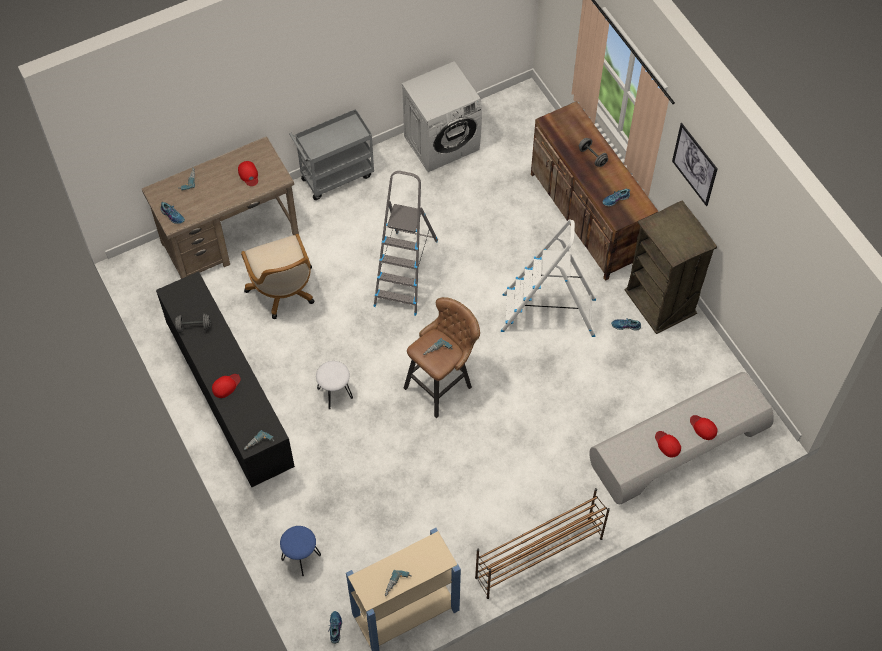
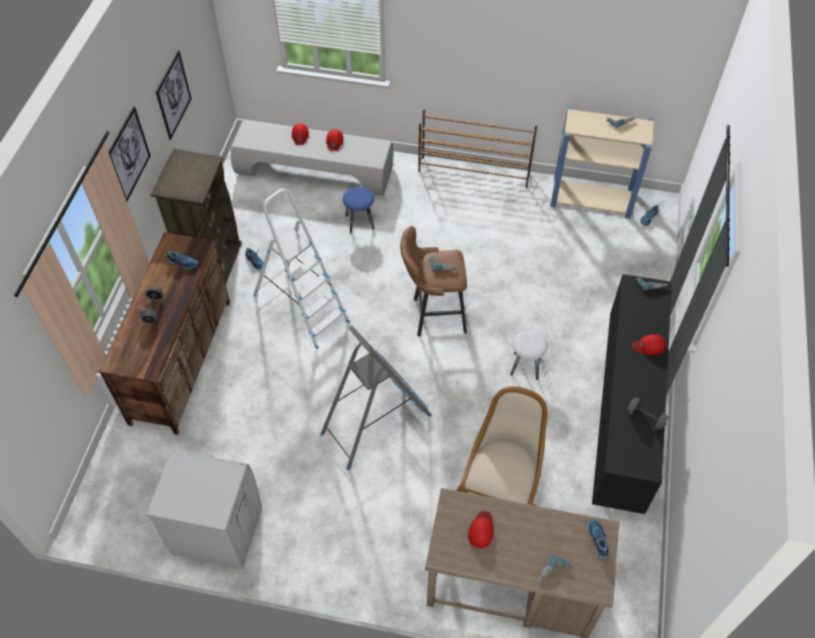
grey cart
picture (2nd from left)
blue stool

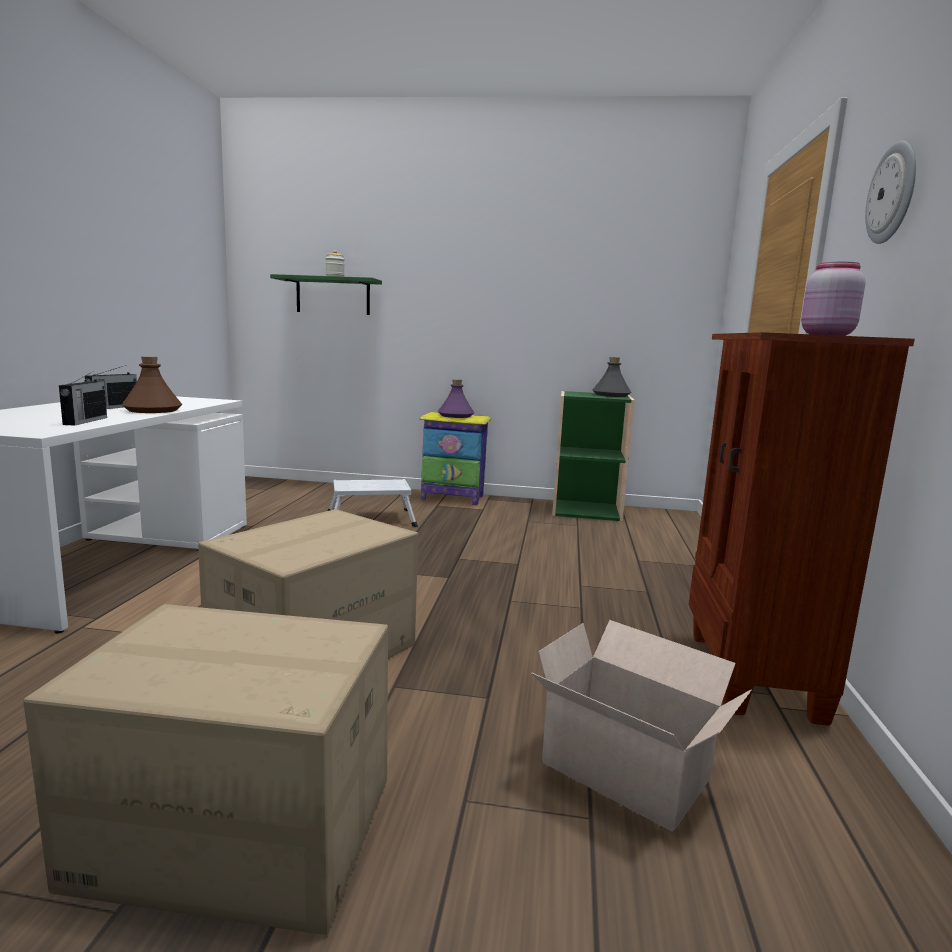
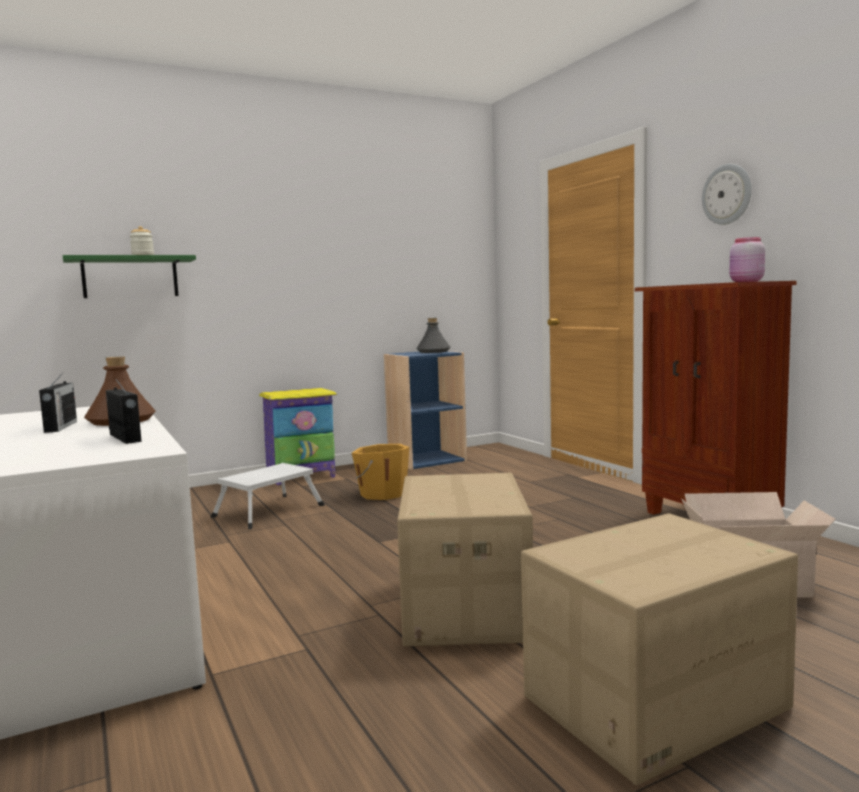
purple bottle
orange bucket
blue bookcase

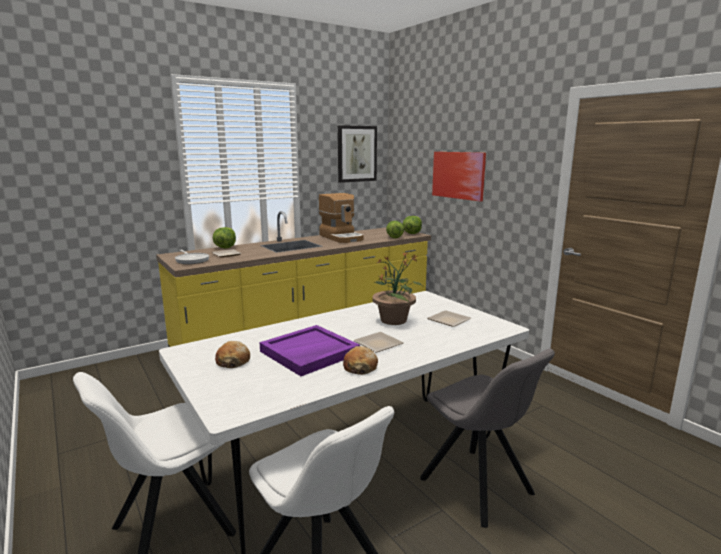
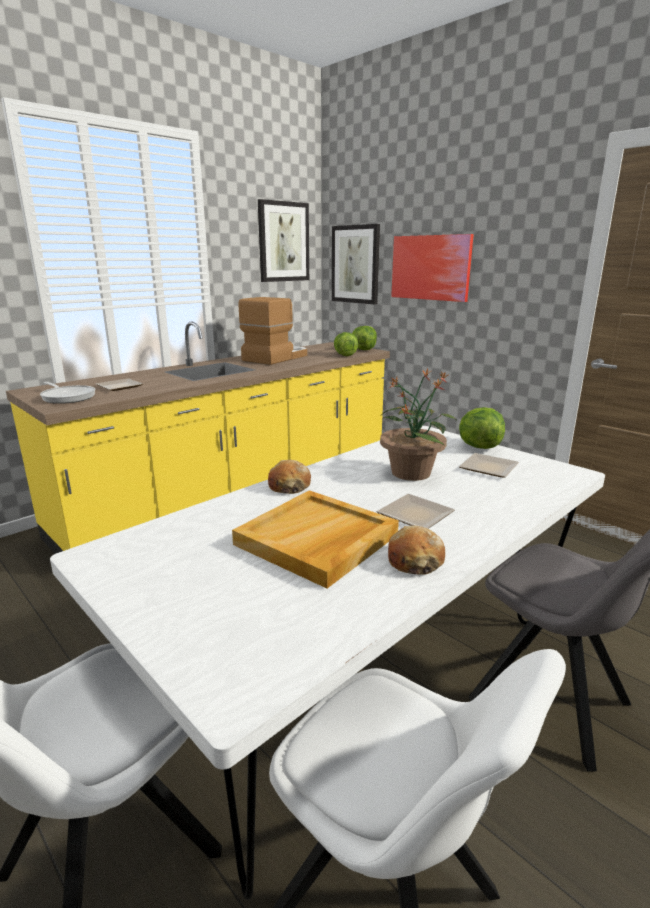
picture (2nd from left)
lettuce (3rd from left)
bread (1st from left)
beige tray
coffee machine

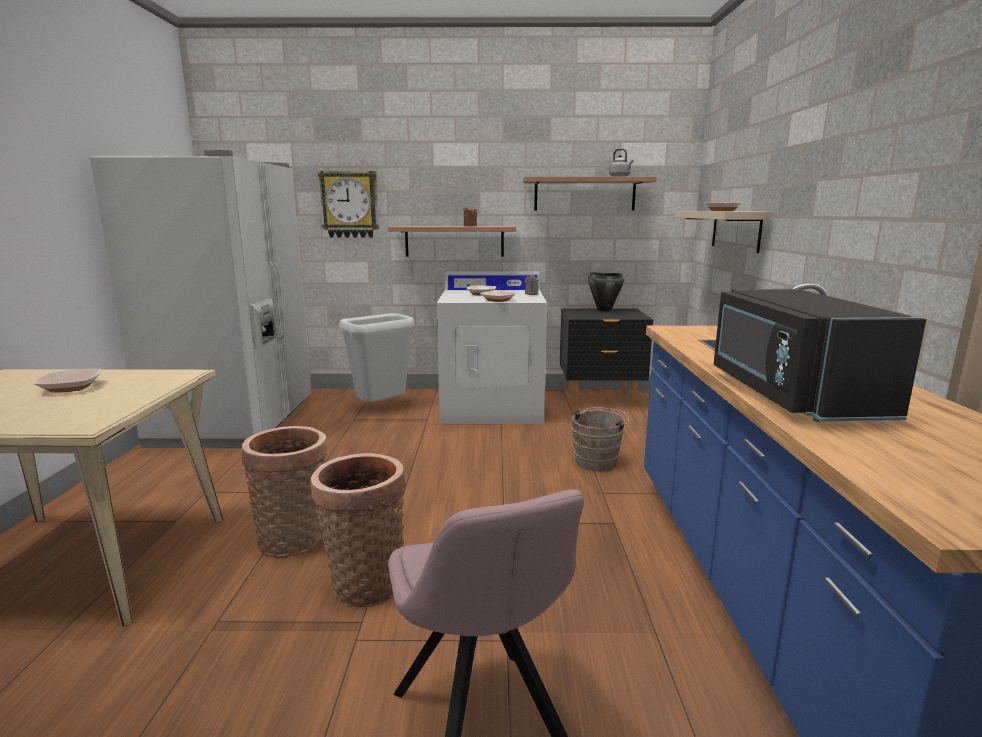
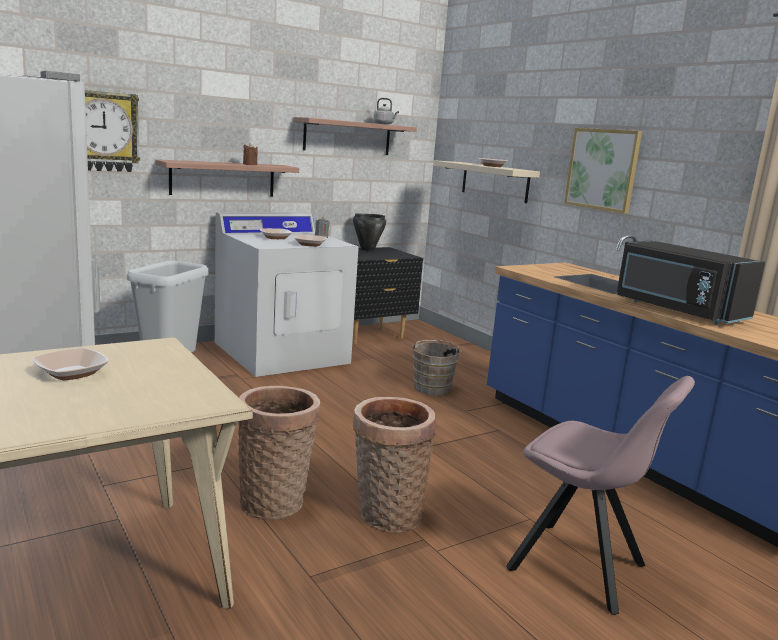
picture

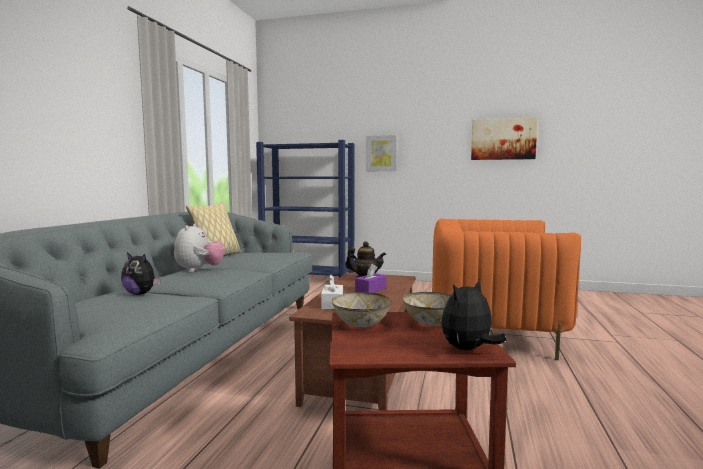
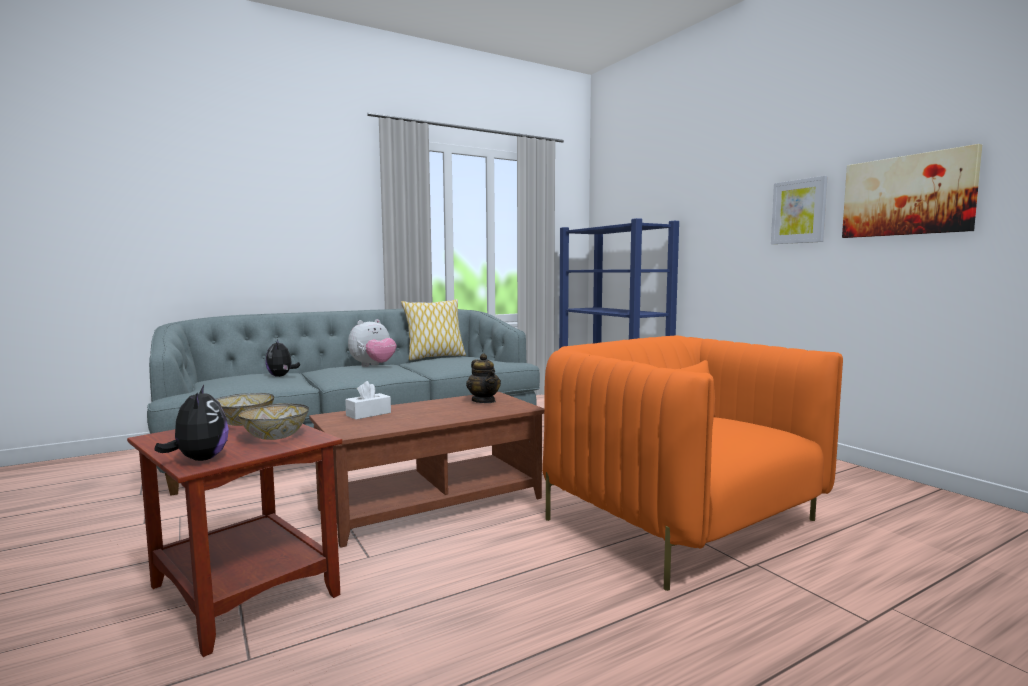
purple tissue box
picture (1st from left)
plush toy (1st from left)

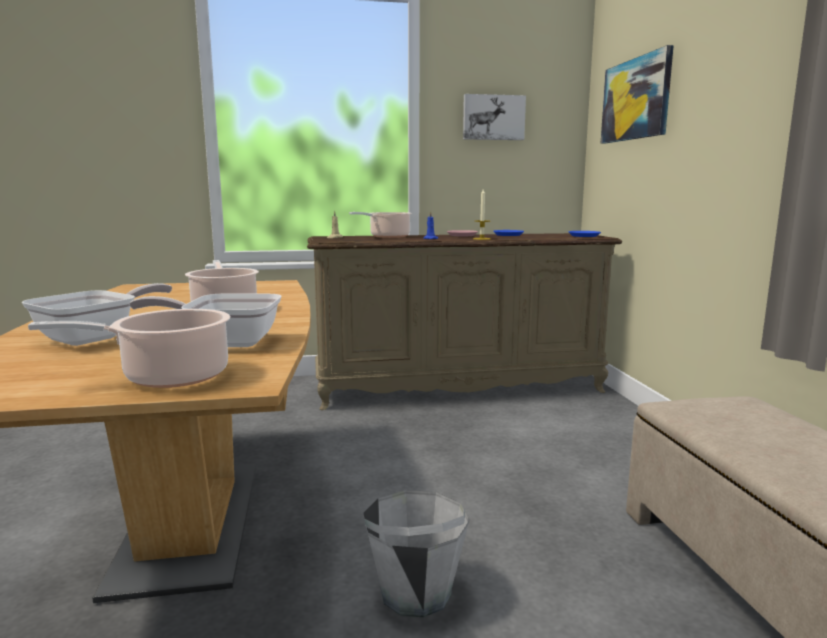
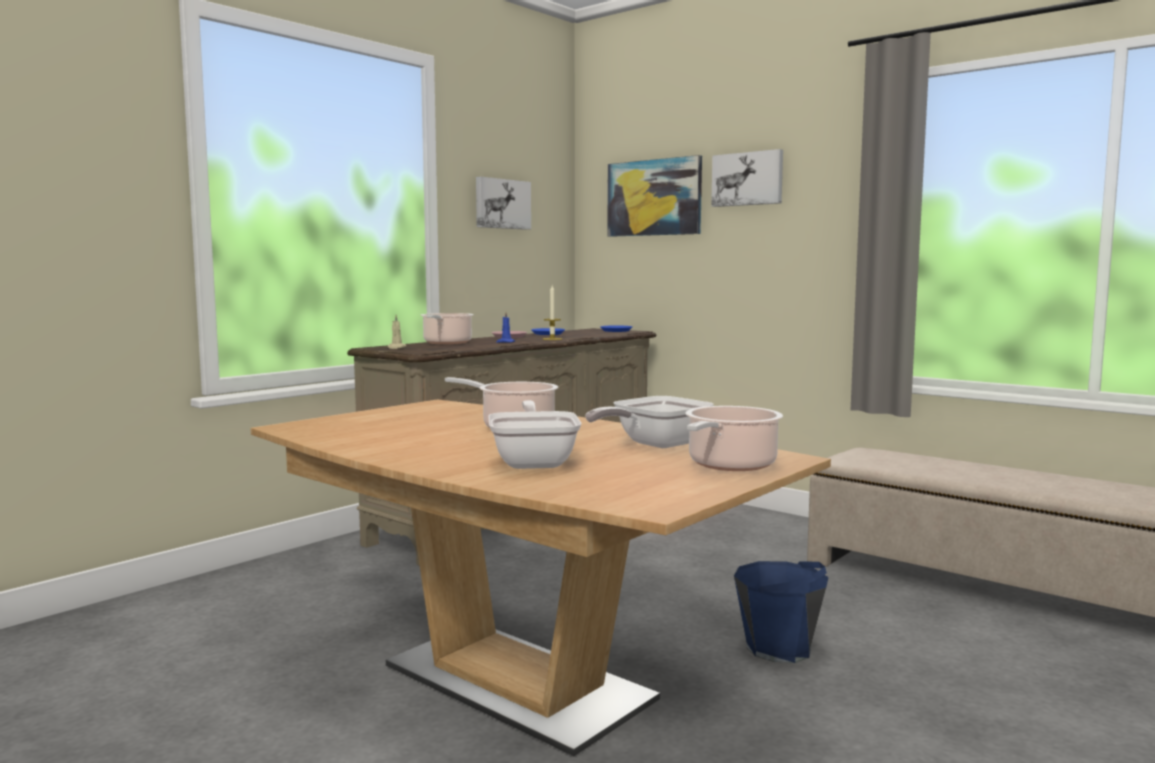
picture (3rd from left)
blue bucket

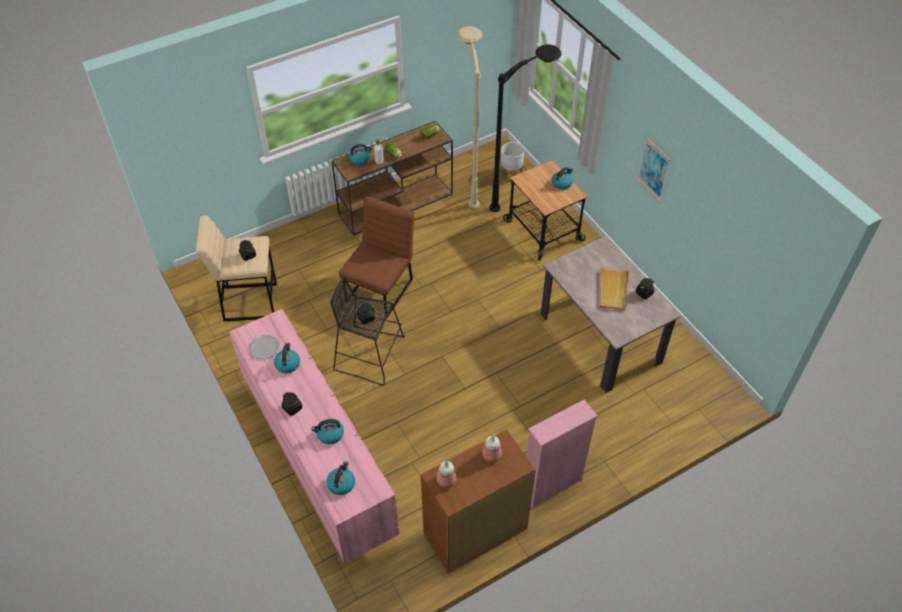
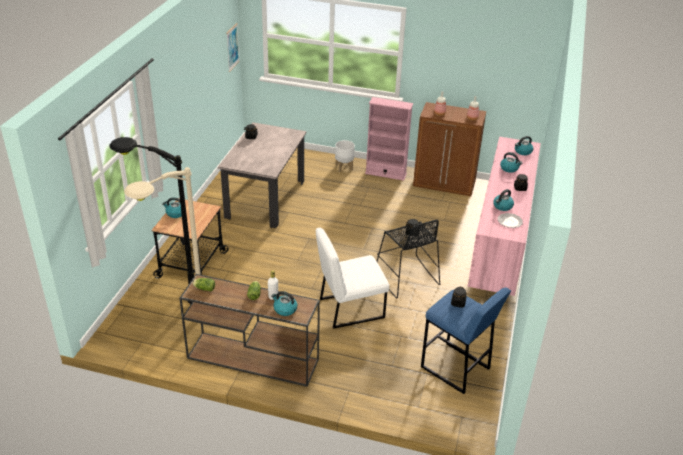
beige tray
white planter
picture
blue stool
white chair

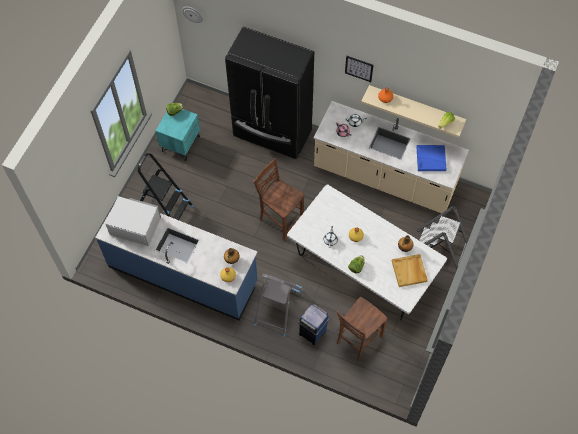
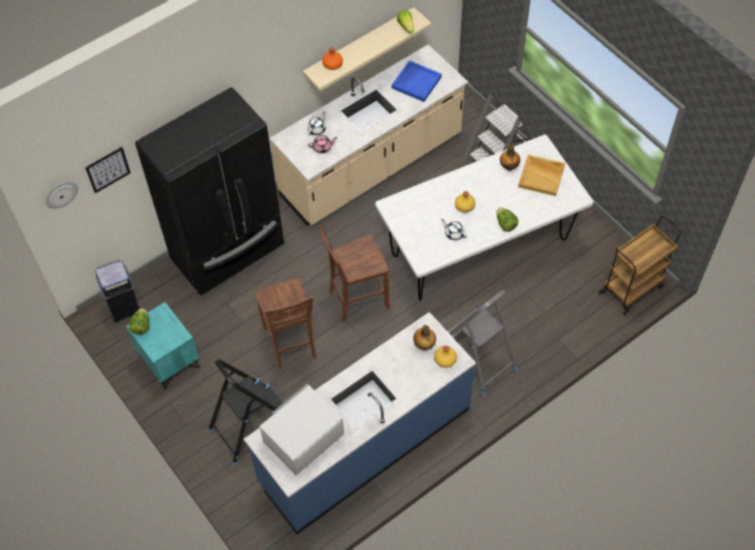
brown cart
blue trash can
brown chair (1st from left)
picture

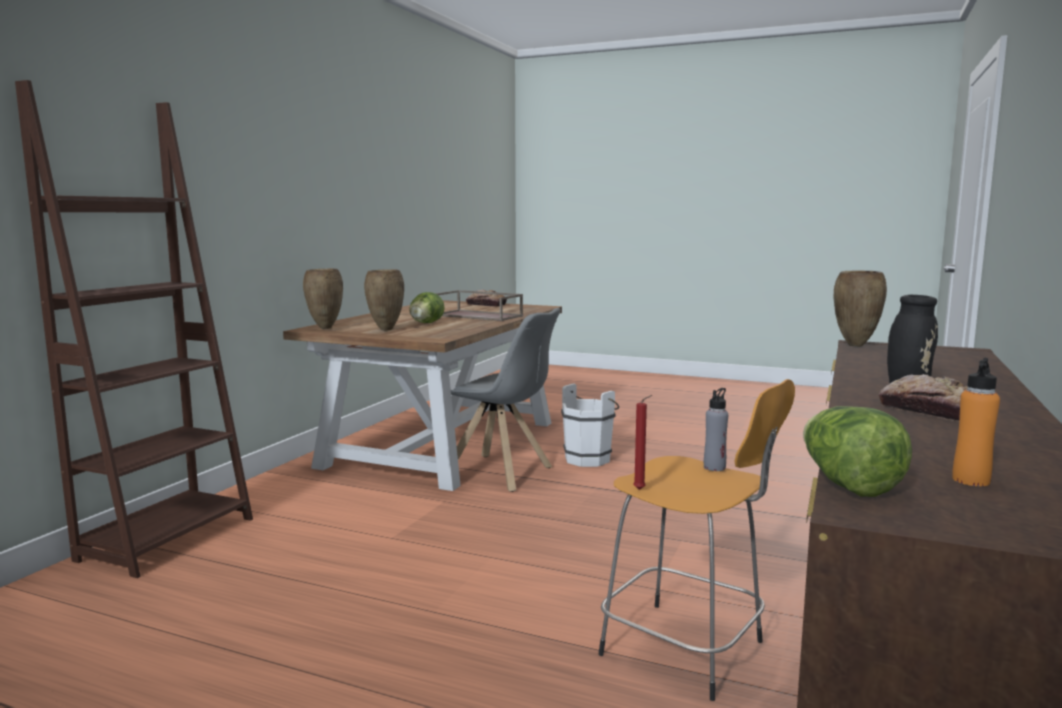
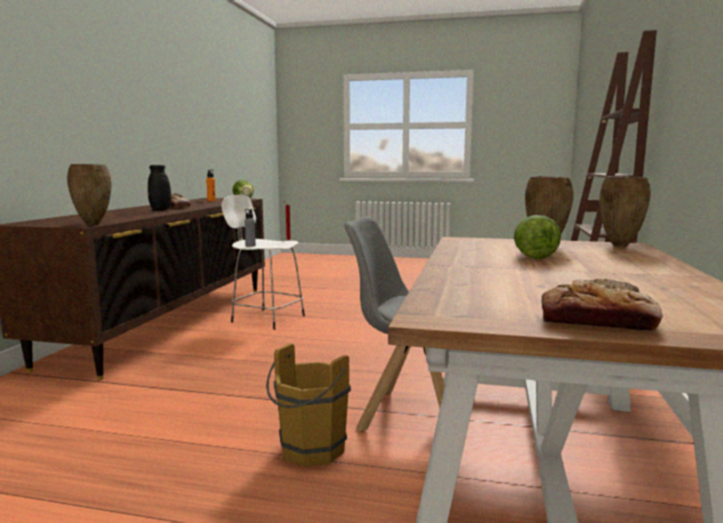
brown tray
brown bucket
white stool

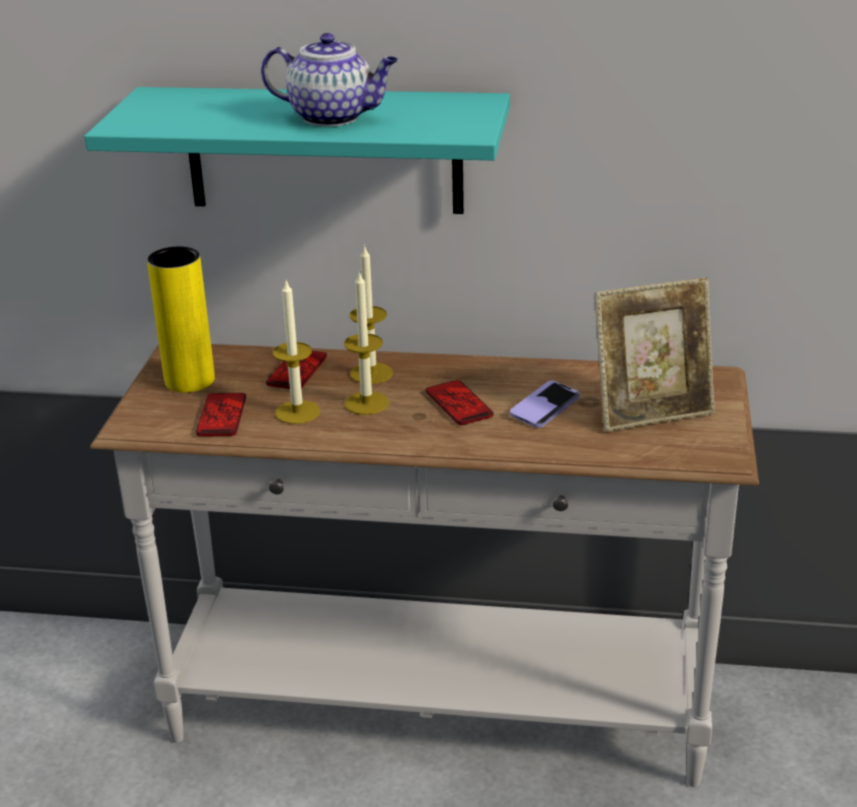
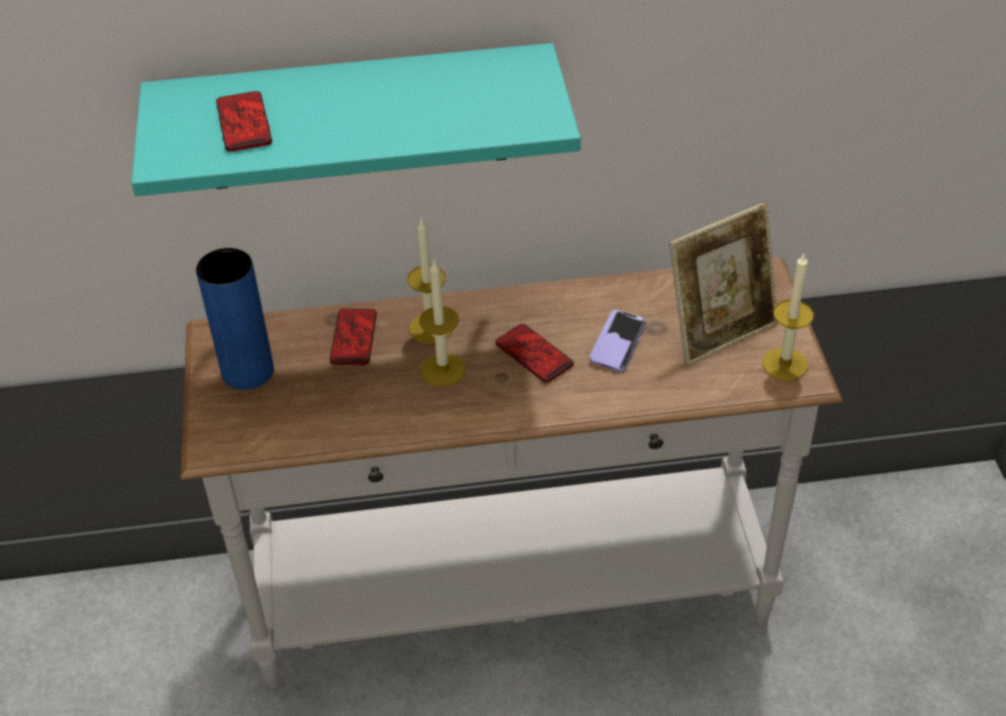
teapot
phone (1st from left)
candle (3rd from left)
blue vase

